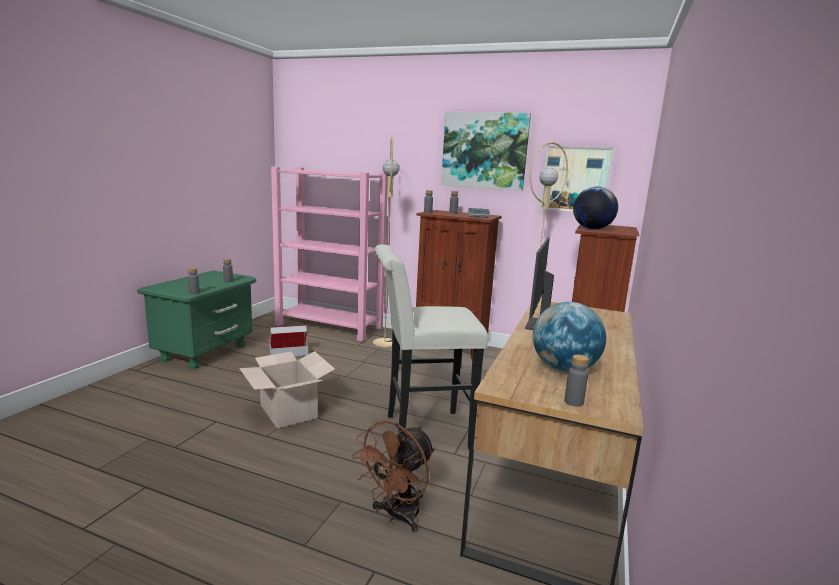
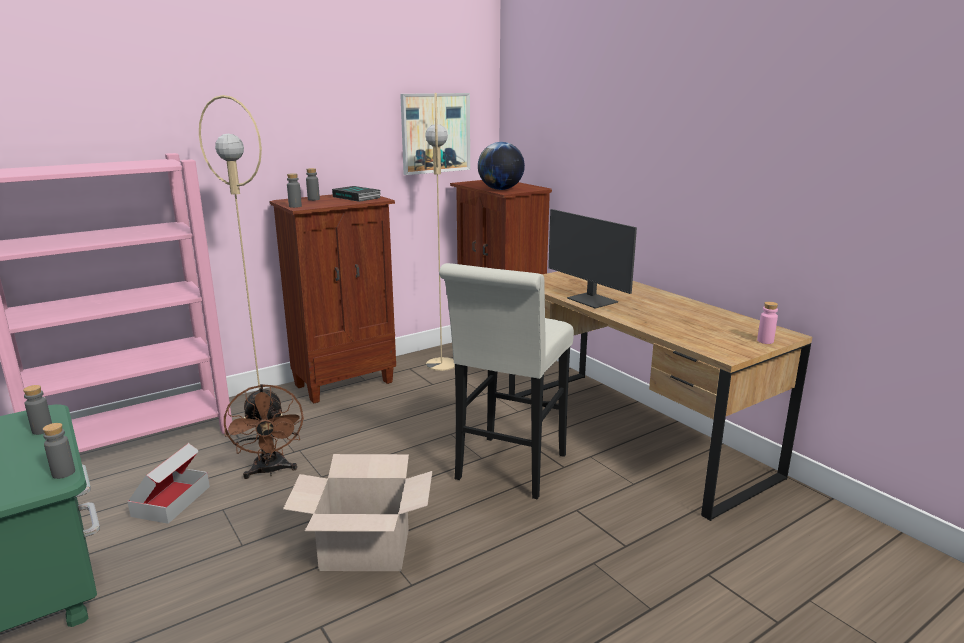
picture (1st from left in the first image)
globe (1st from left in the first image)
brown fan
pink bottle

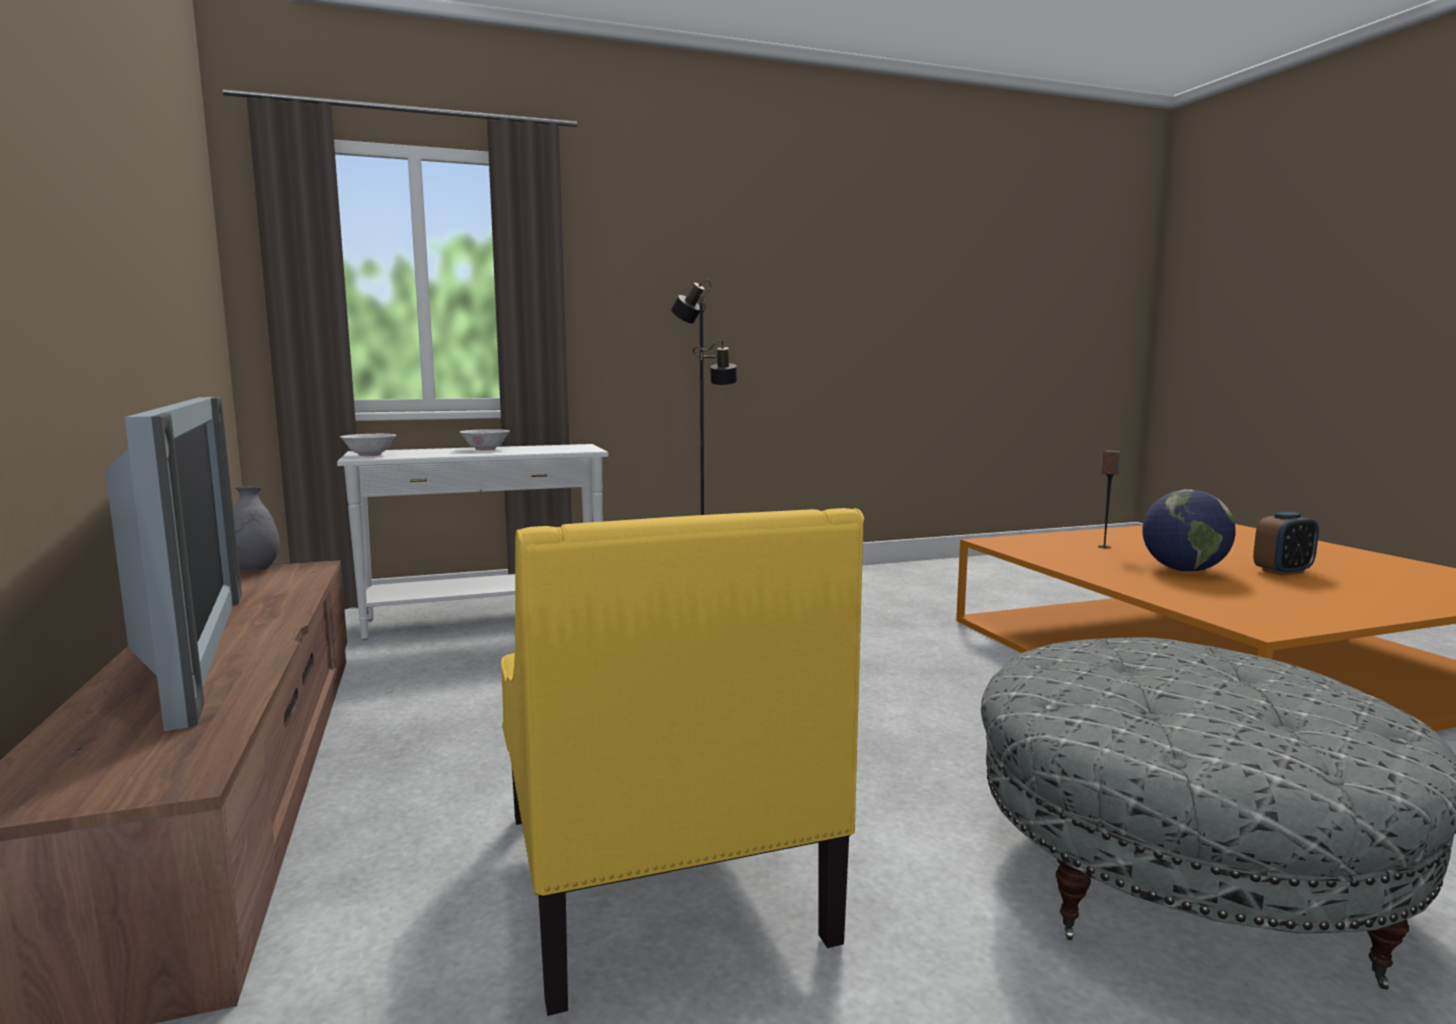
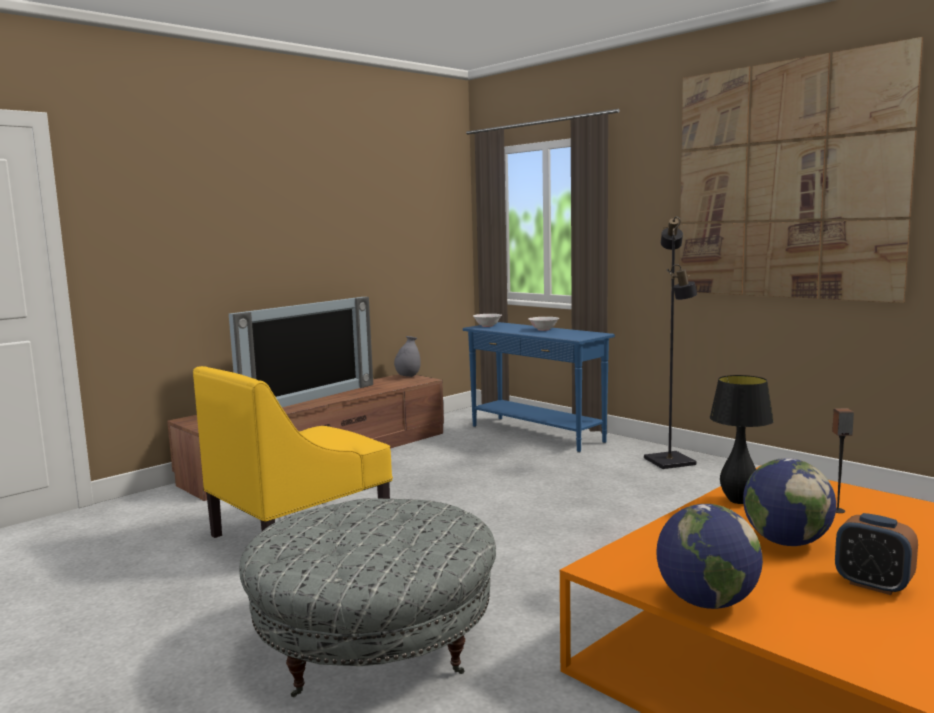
globe (1st from left)
picture
black table lamp
blue console table

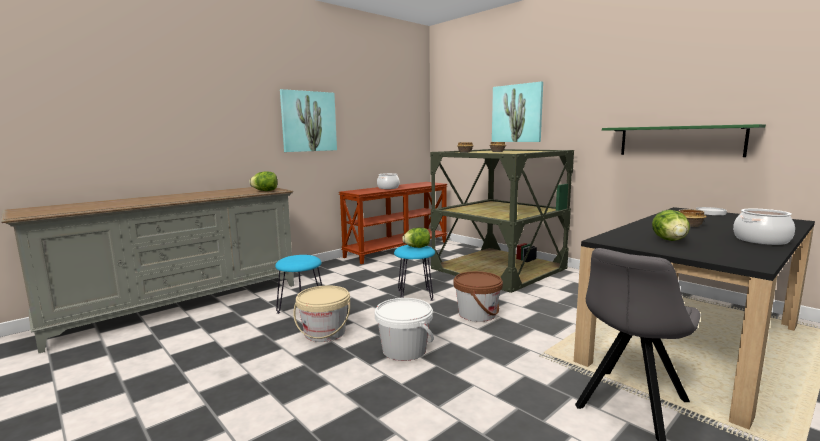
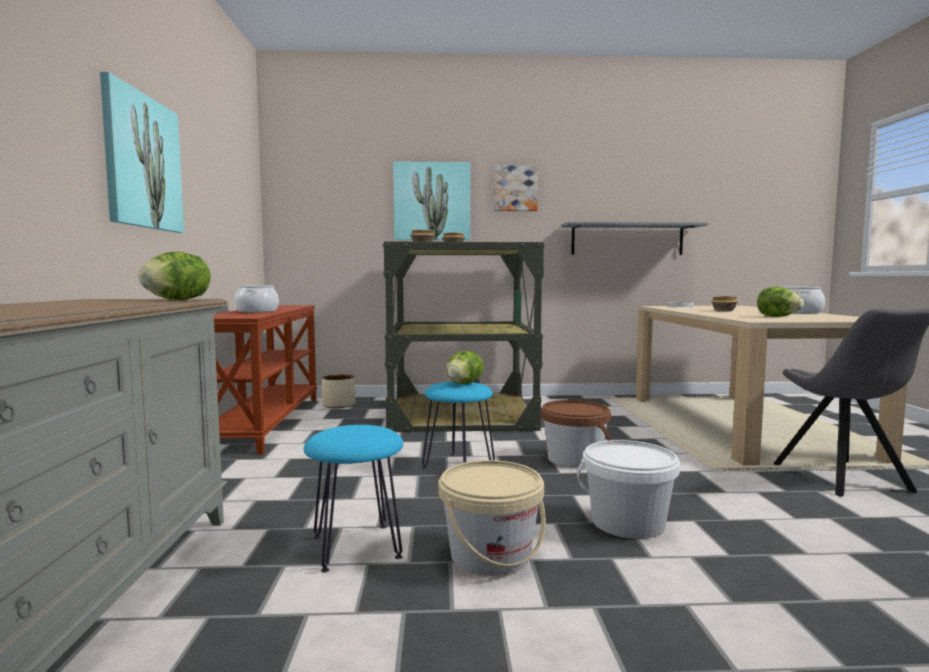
beige planter
picture (3rd from left)
beige dining table
grey shelf

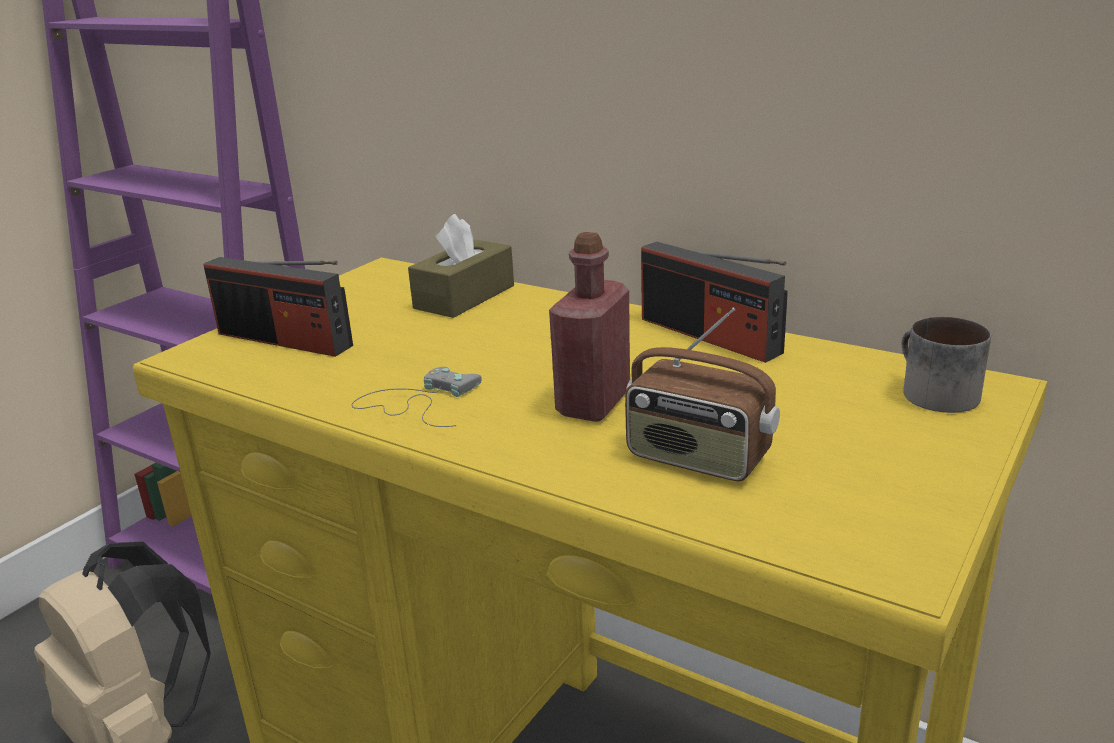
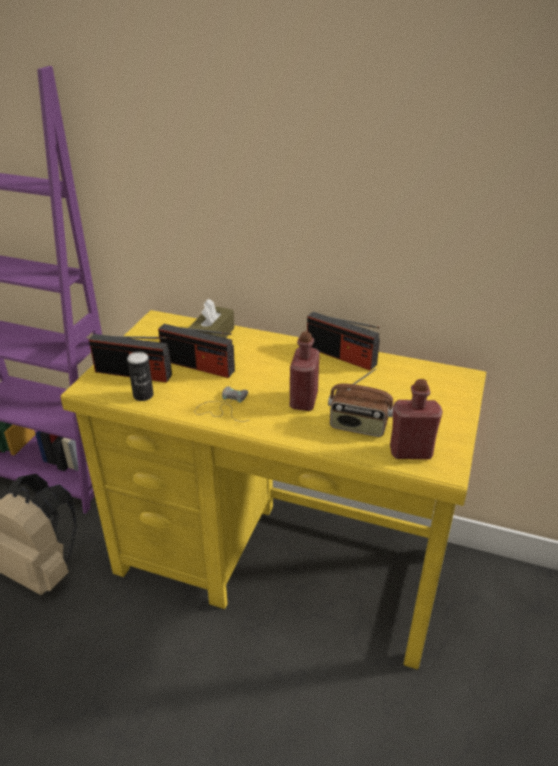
mug
can
radio (2nd from left)
red bottle (2nd from left)

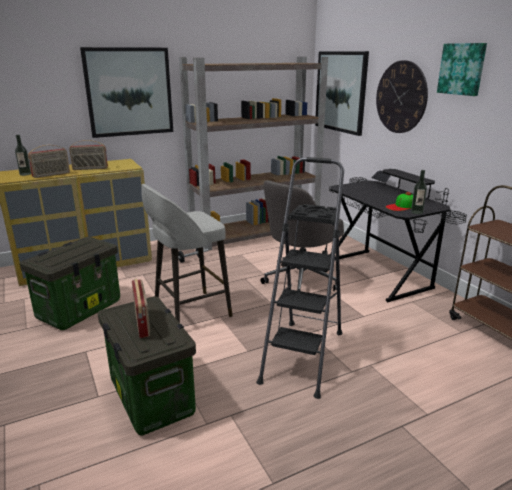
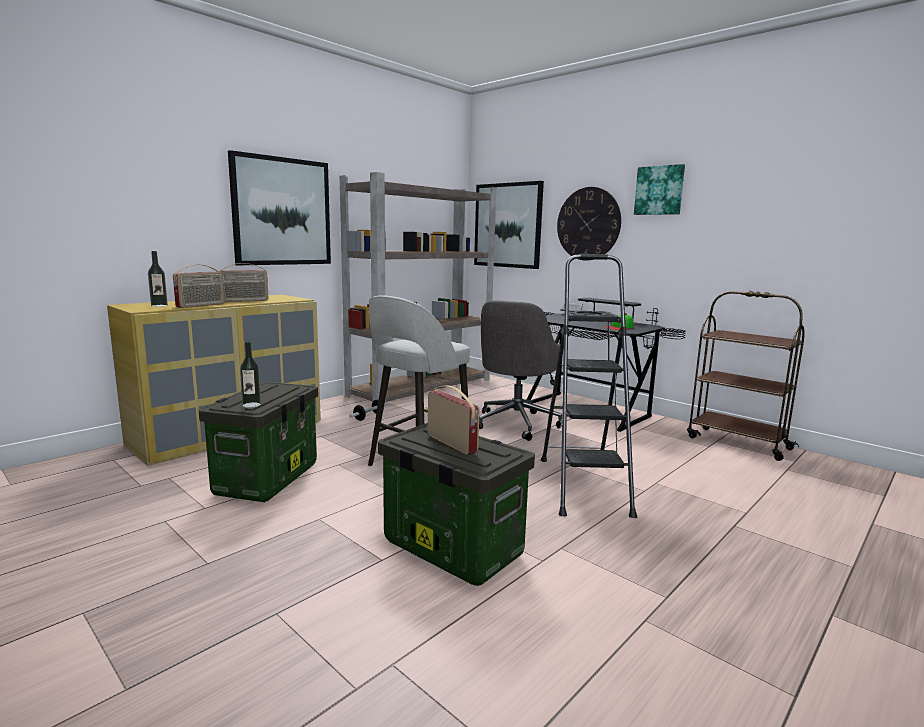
bottle (2nd from left)

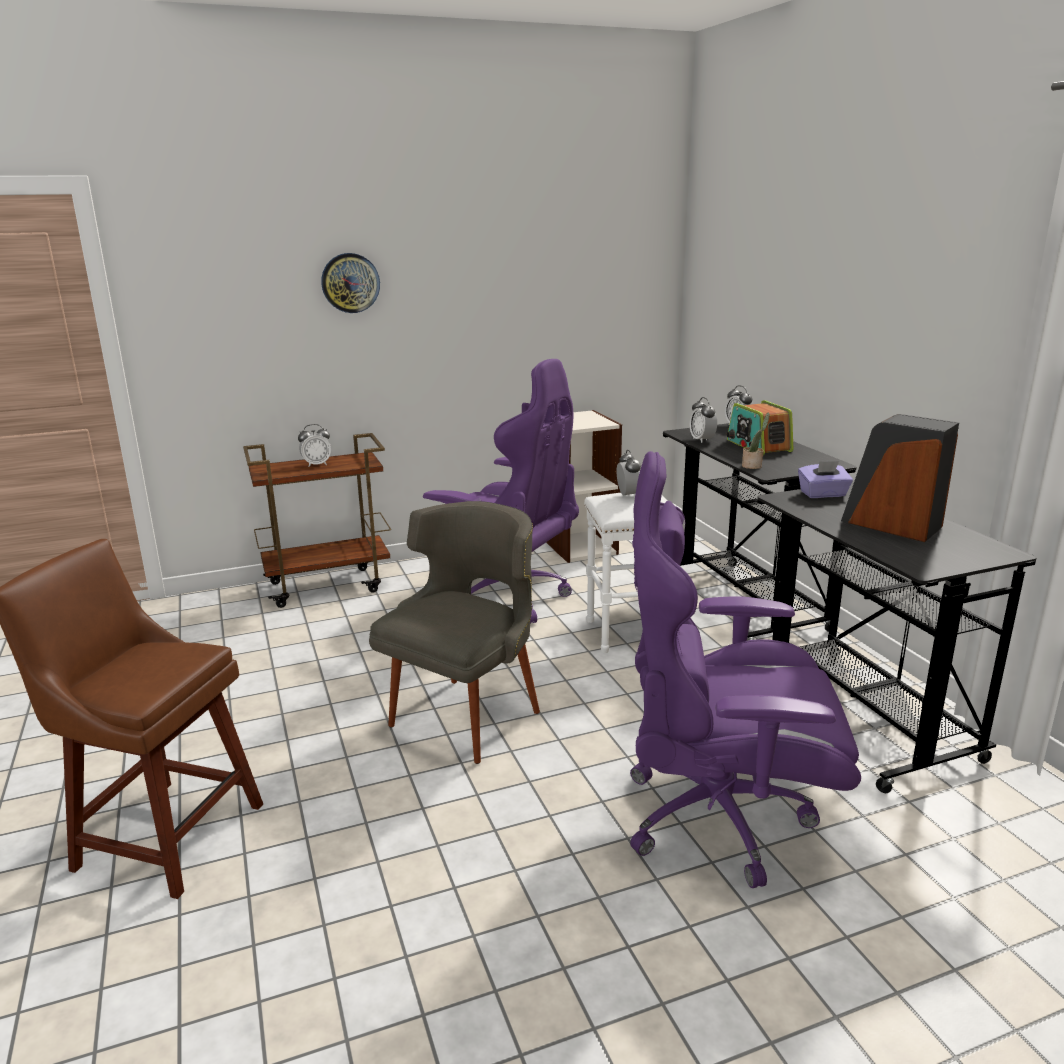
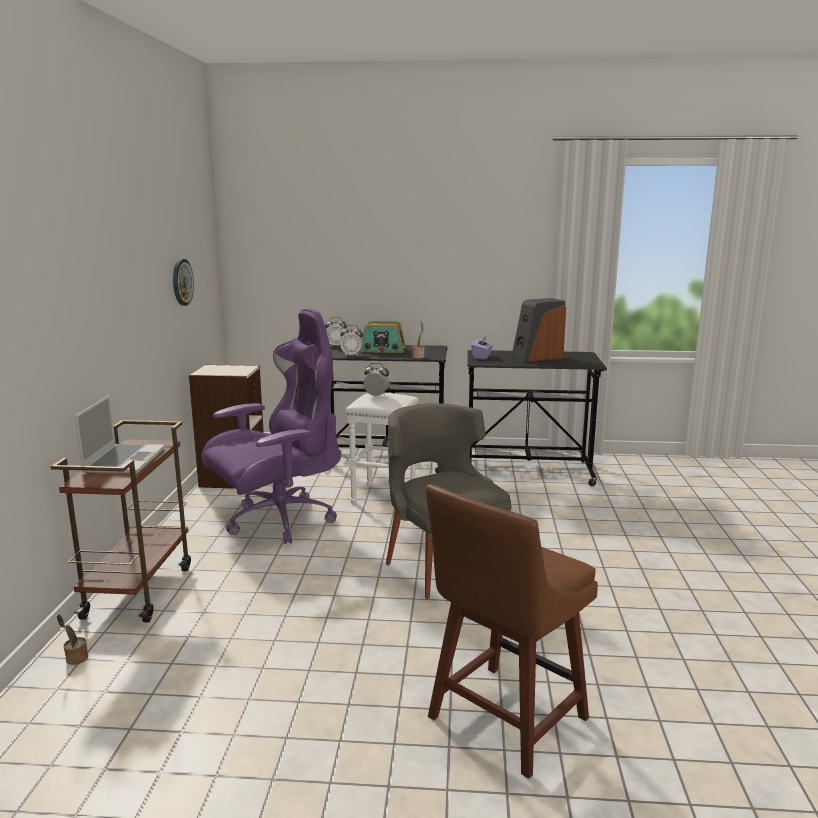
purple office chair (2nd from left in the first image)
potted plant (1st from left)
wall clock
laptop

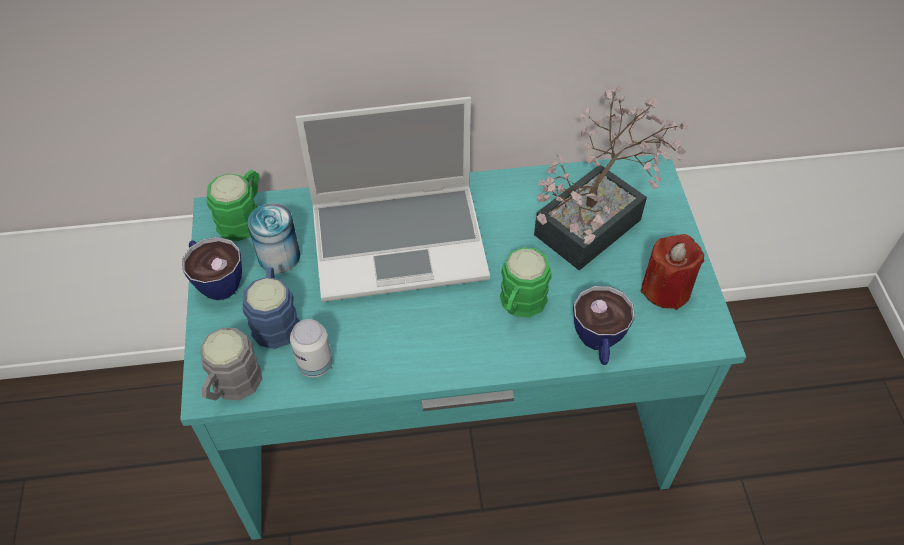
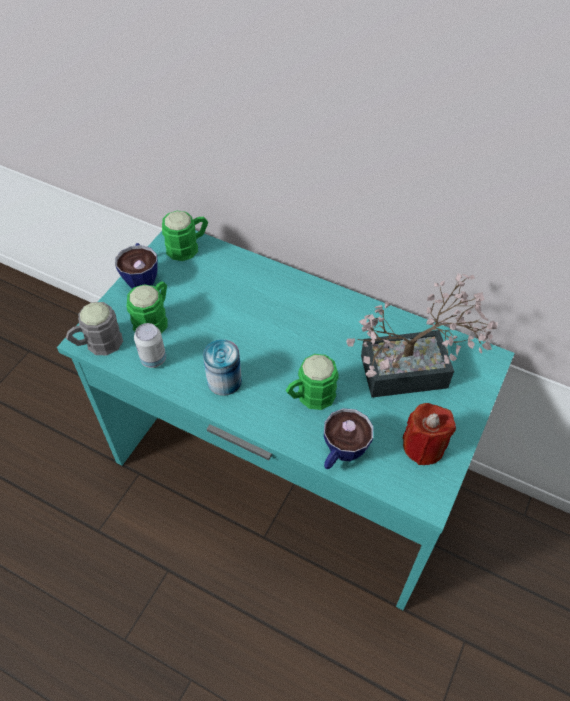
laptop
can (2nd from left)
green mug (1st from left)

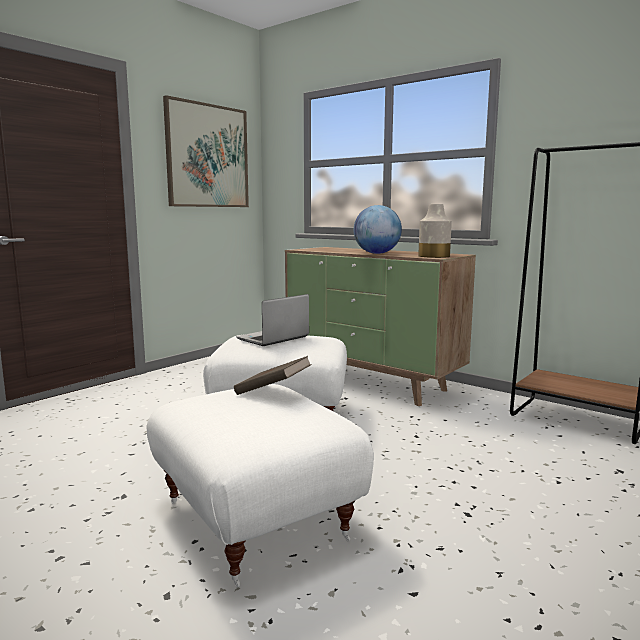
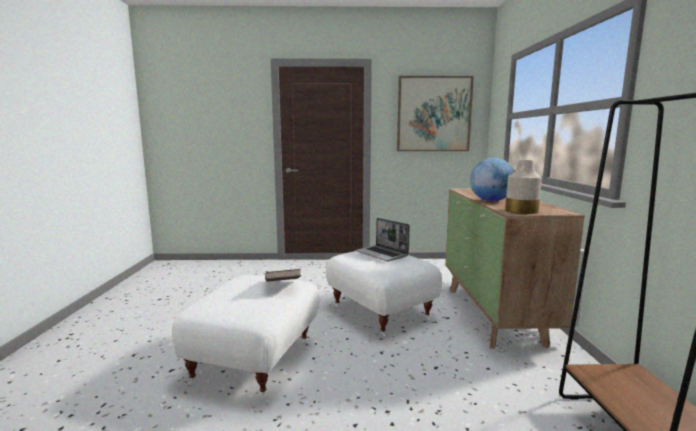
laptop

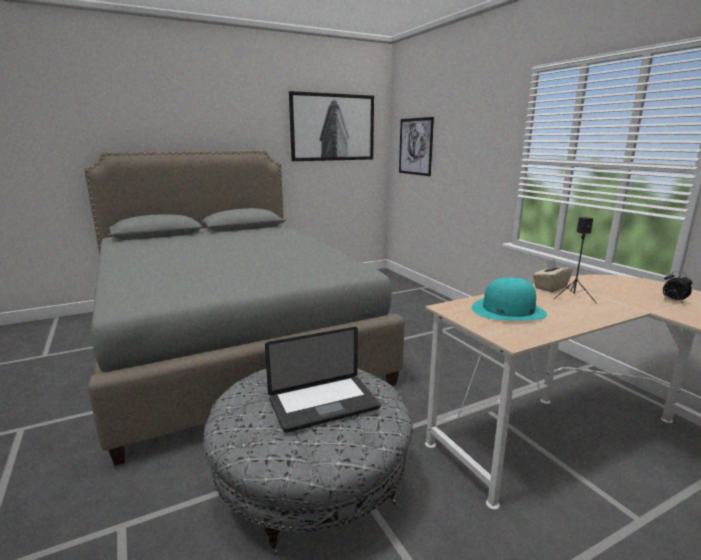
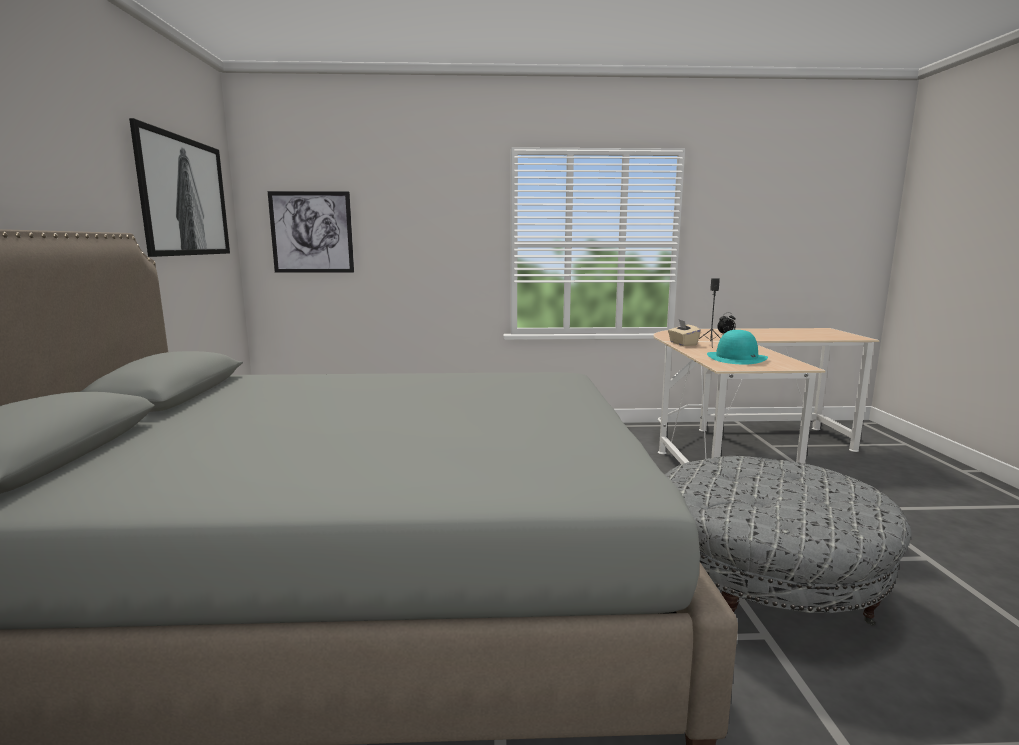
laptop

